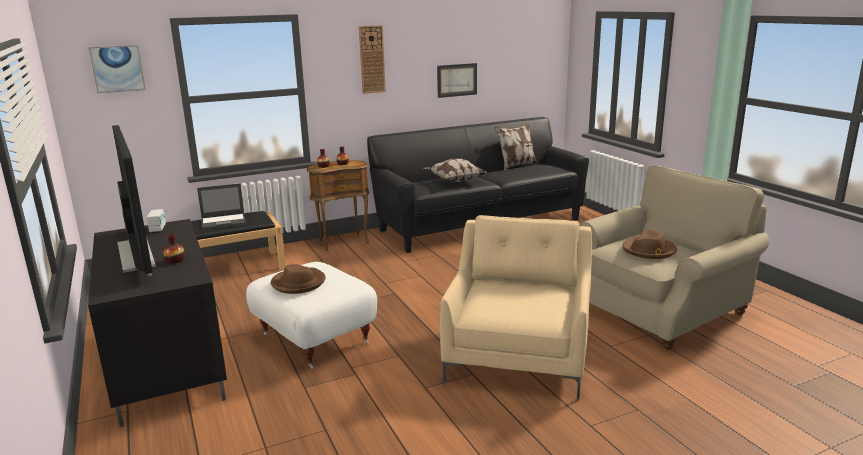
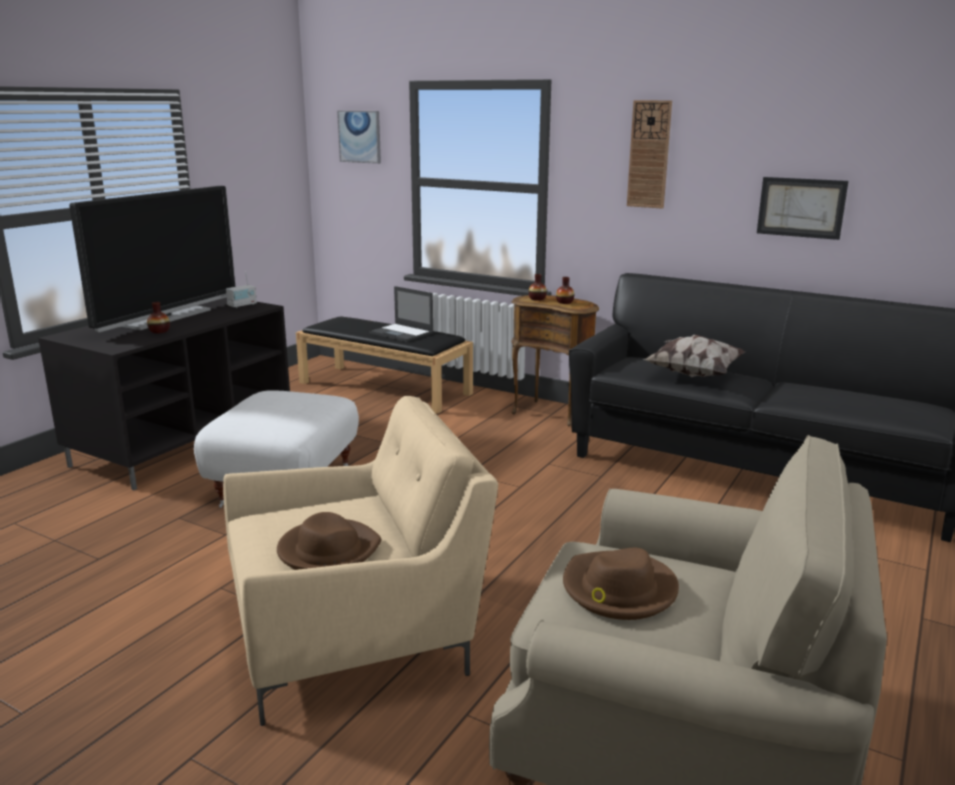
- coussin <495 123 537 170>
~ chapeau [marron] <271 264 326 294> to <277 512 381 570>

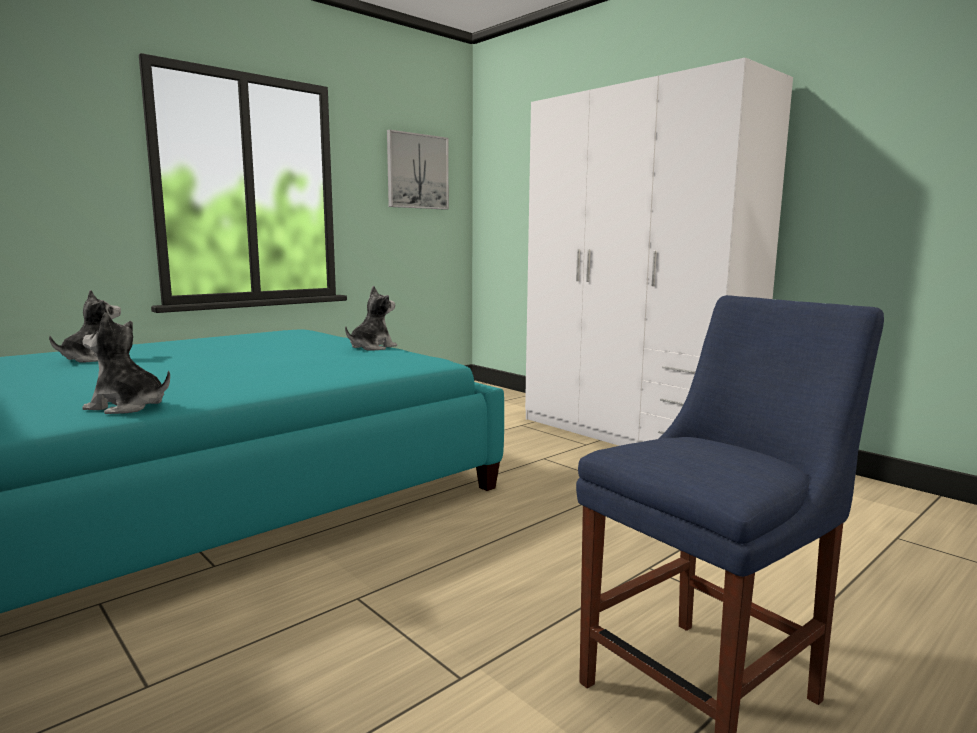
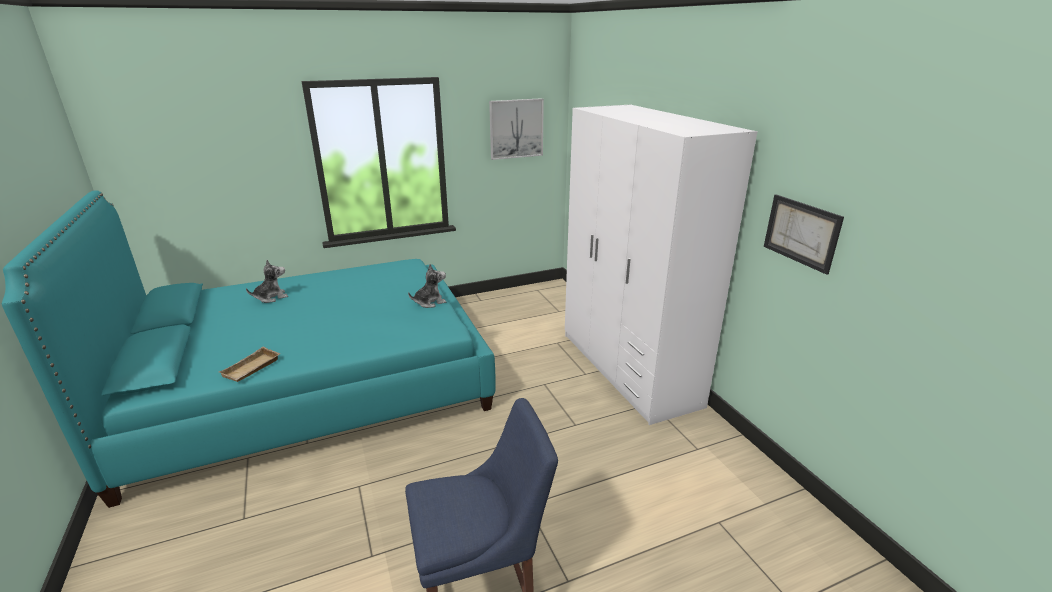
~ peluche <82 313 170 414> to plateau [beige] <219 347 281 382>
+ tableau <764 195 844 275>

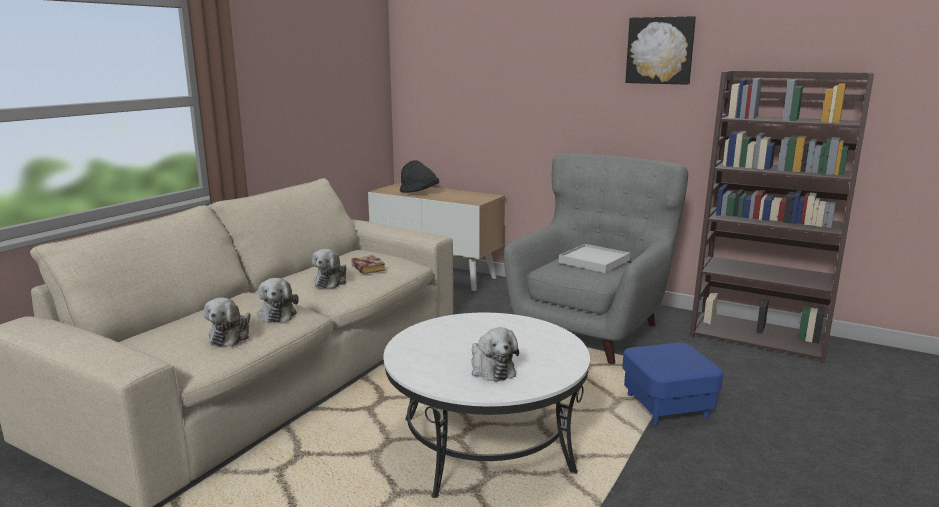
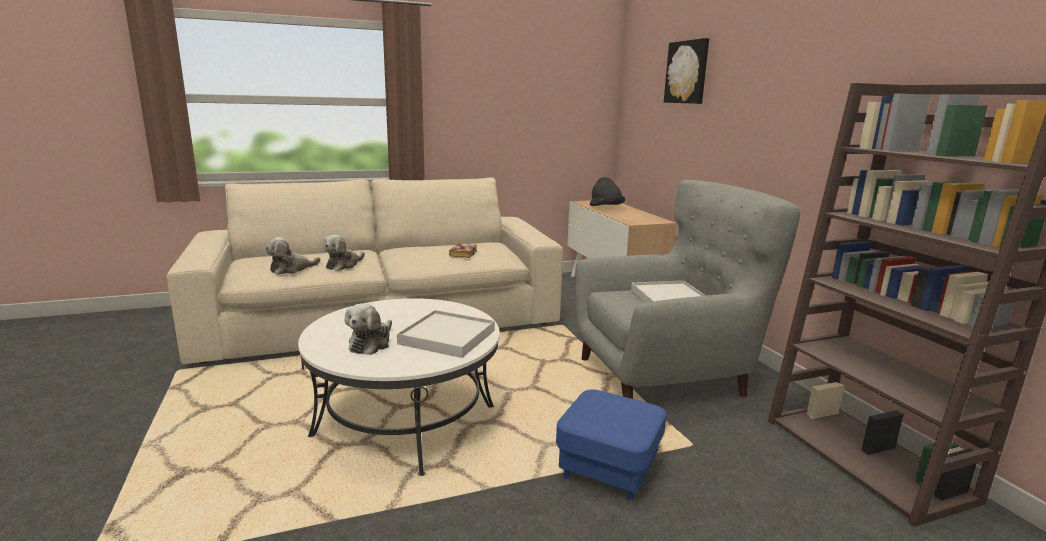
~ tableau <625 16 696 85> to <664 38 709 104>
- peluche <312 249 347 289>
+ plateau [blanc] <397 310 495 358>

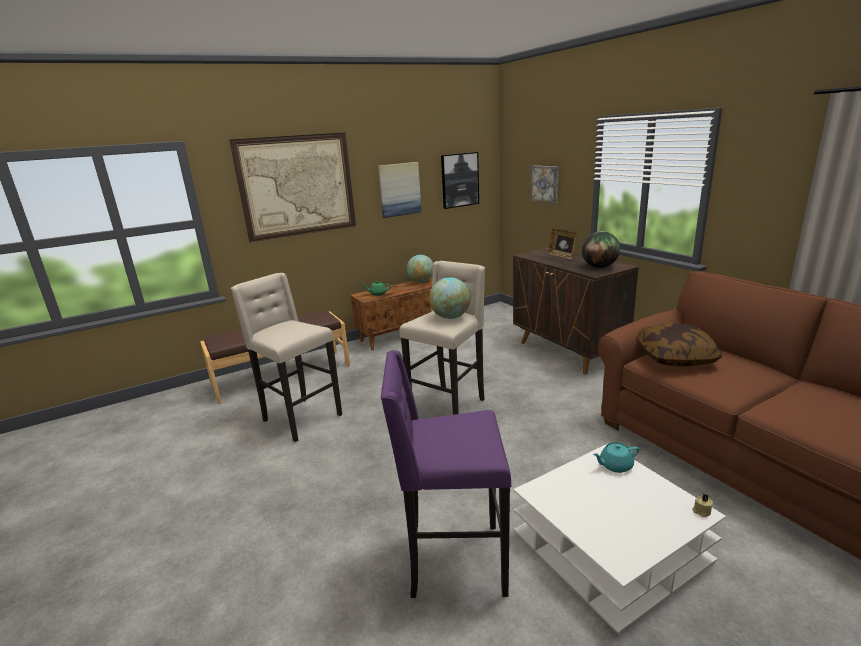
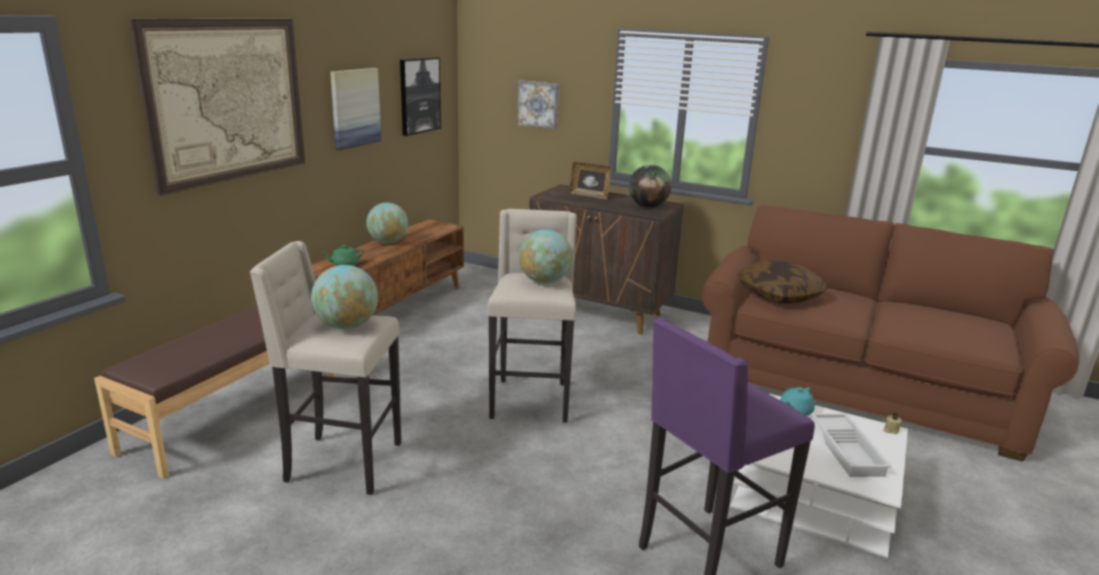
+ globe <311 265 378 329>
+ plateau [blanc] <811 413 892 477>

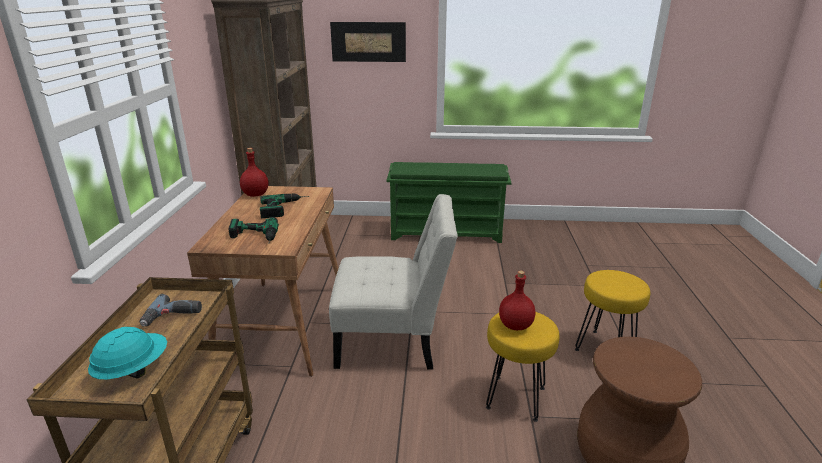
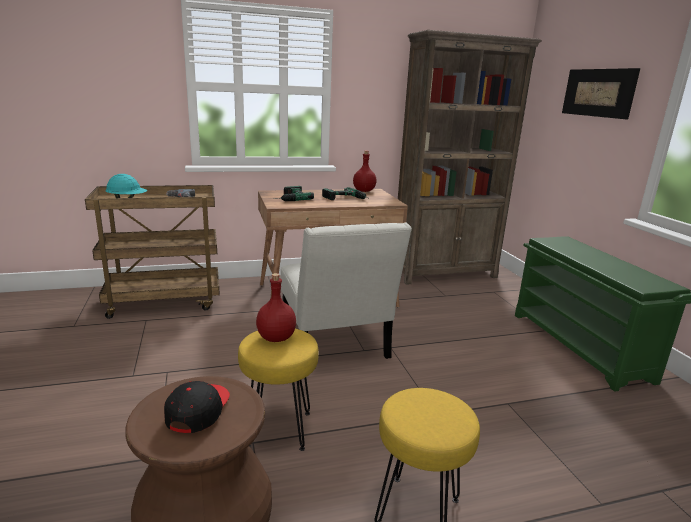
+ casquette [noir] <164 381 230 433>

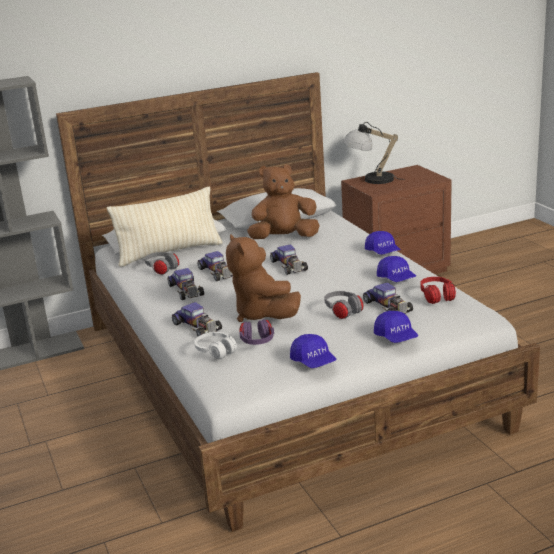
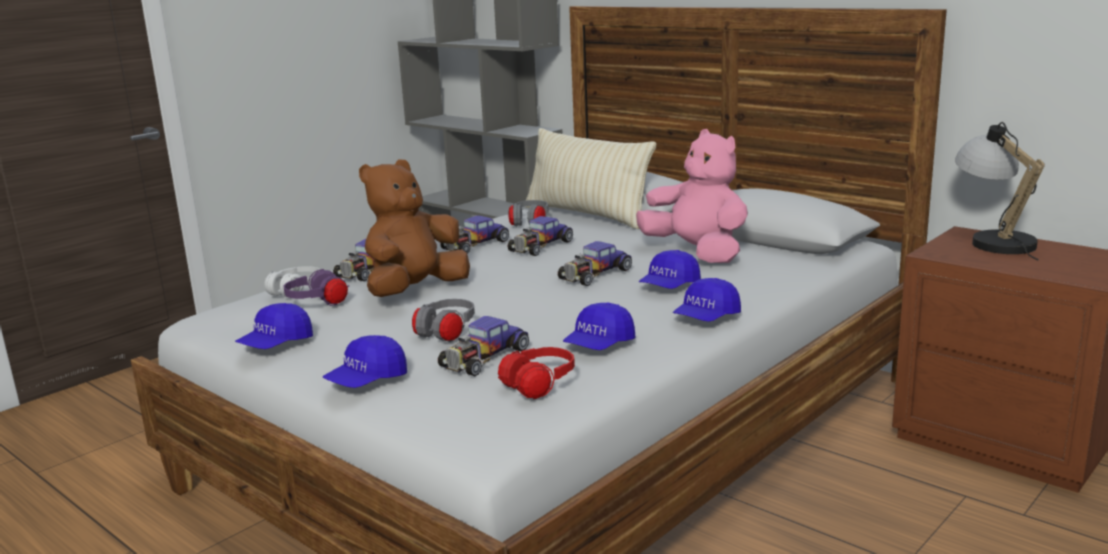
~ peluche [marron] <247 164 320 239> to peluche [rose] <636 129 748 263>
+ casquette [bleu] <639 250 701 289>

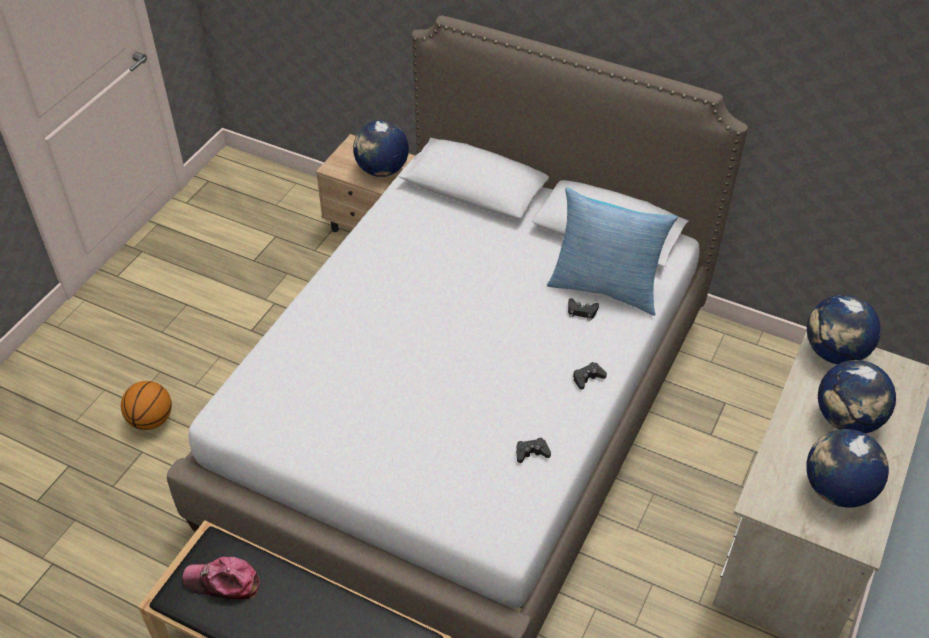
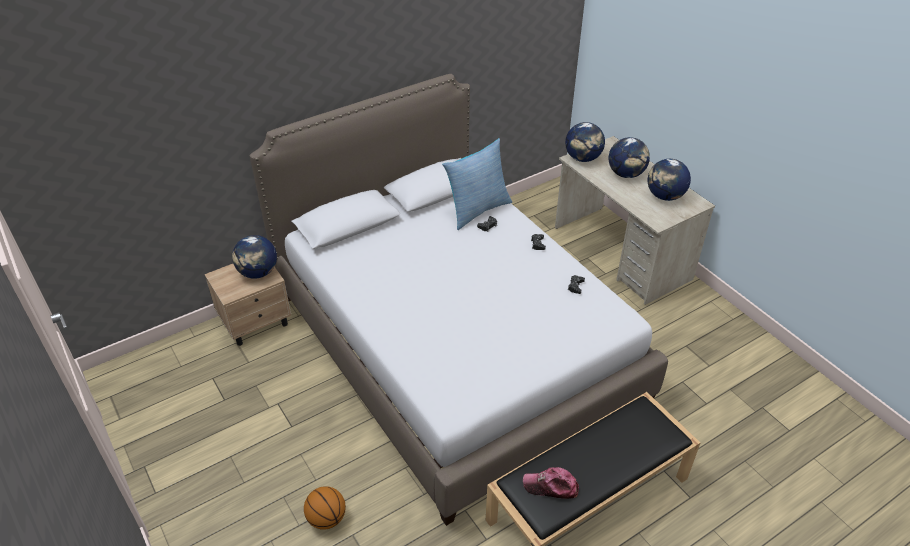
~ casquette <183 557 260 600> = <523 467 579 499> 60 degrees clockwise

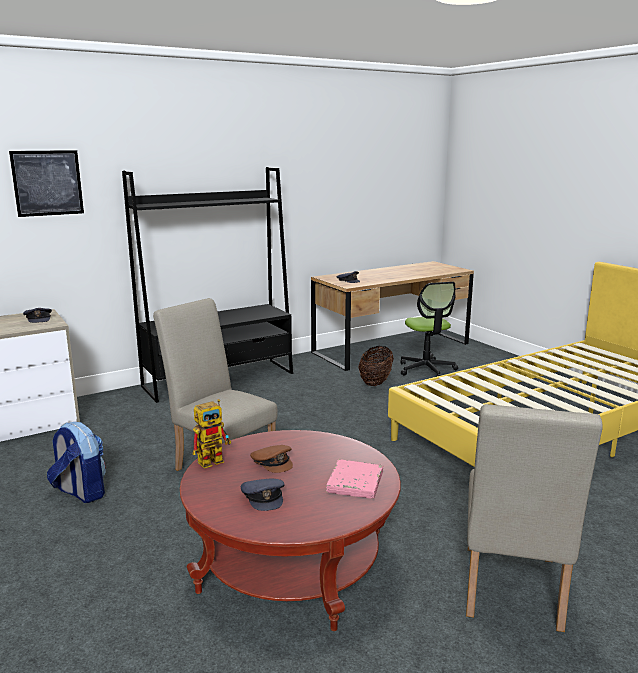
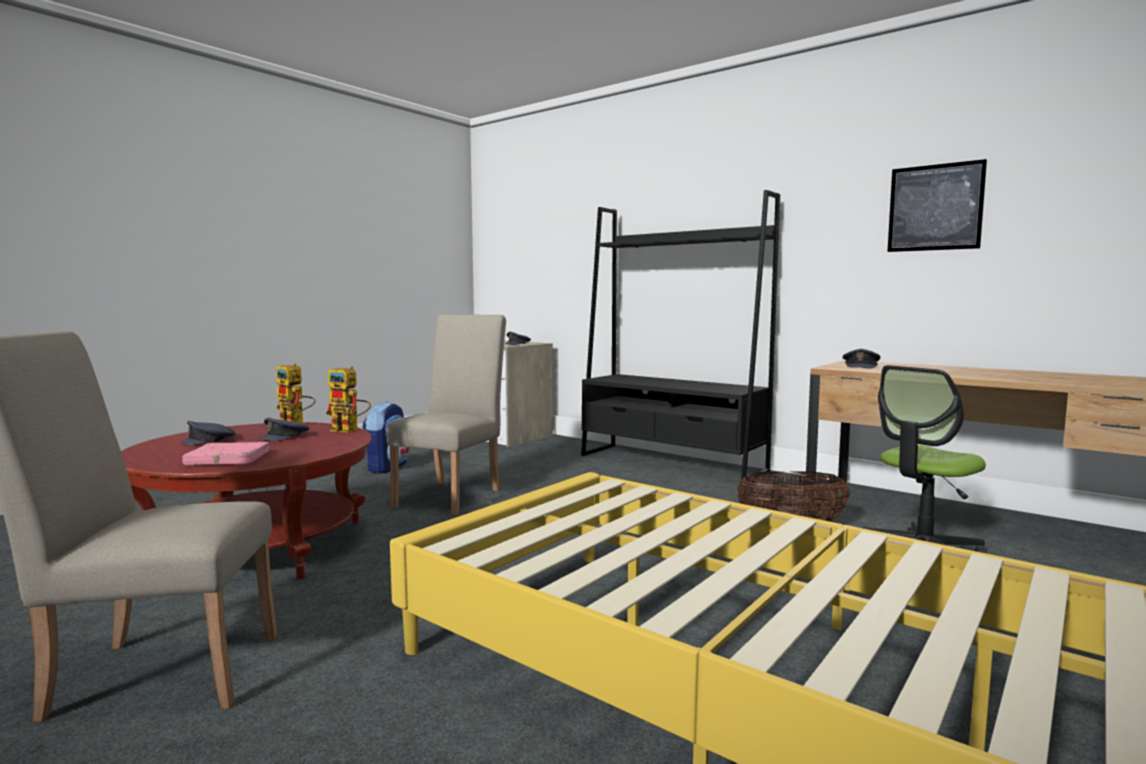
~ tableau <9 150 84 217> to <888 159 987 252>
~ casquette [marron] <250 445 293 473> to casquette [gris] <261 418 309 441>
+ robot jouet <325 366 371 433>

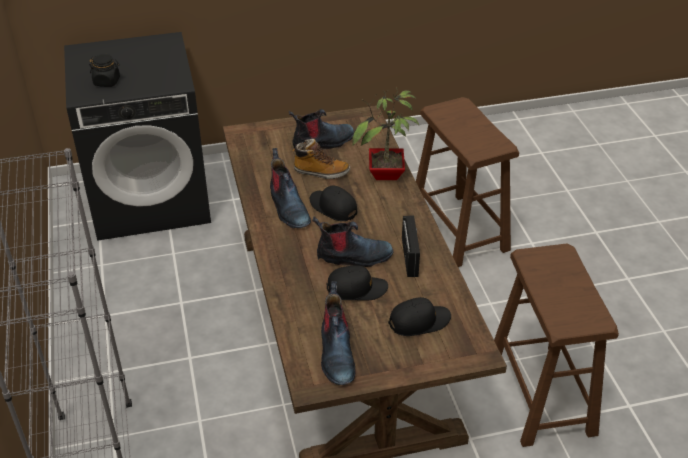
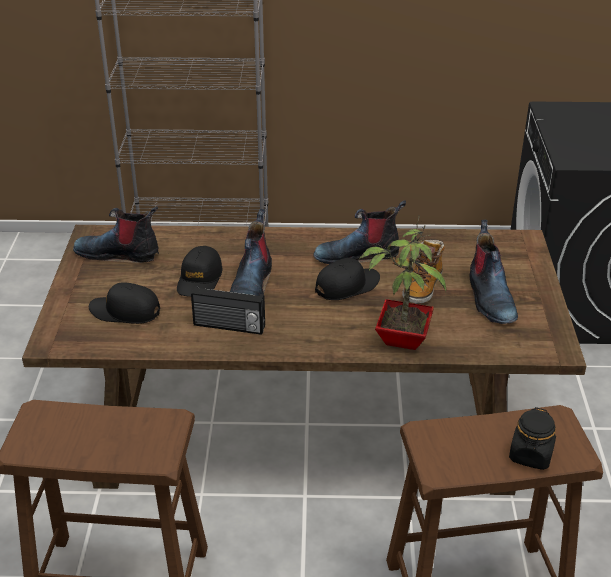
~ bocal [noir] <89 54 120 87> to <509 407 556 470>
~ casquette [noir] <388 297 451 336> = <89 282 160 324> 105 degrees clockwise

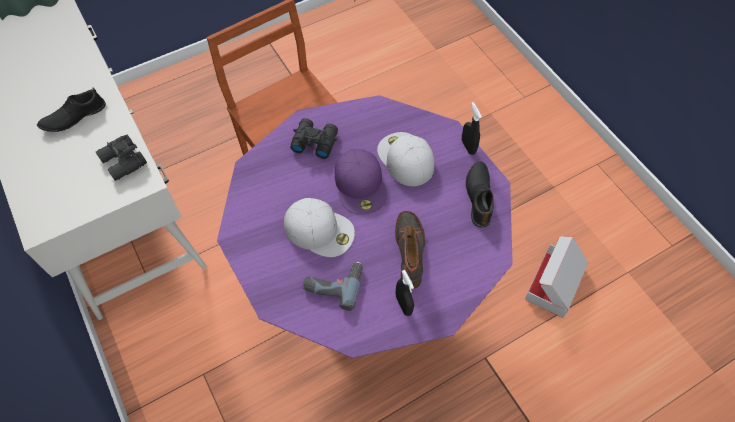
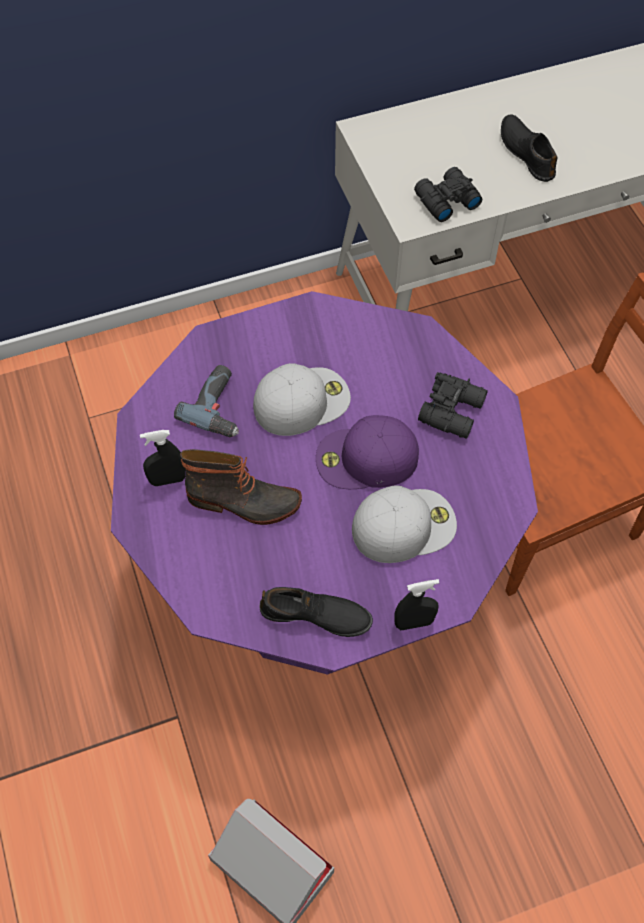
~ casquette [blanc] <284 198 355 257> = <253 363 351 436> 150 degrees counterclockwise

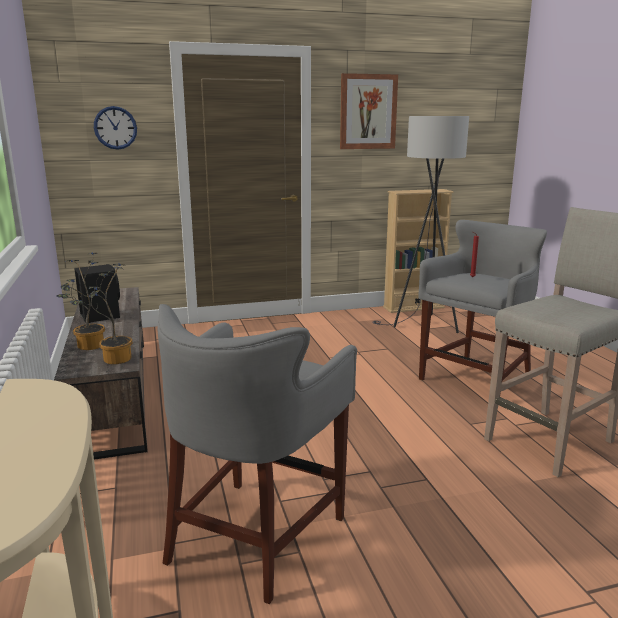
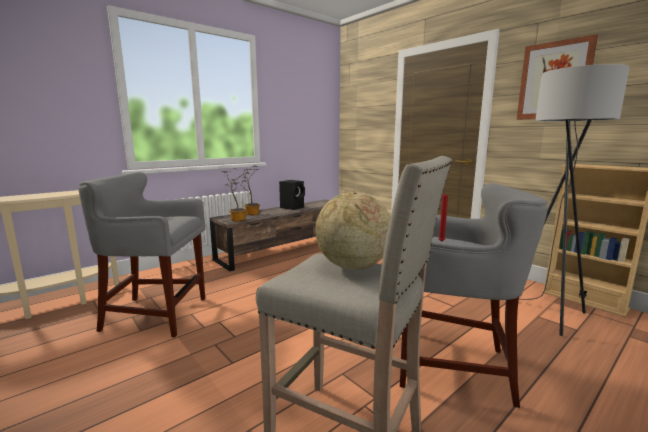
- horloge murale <94 106 137 150>
+ globe <315 192 390 270>

